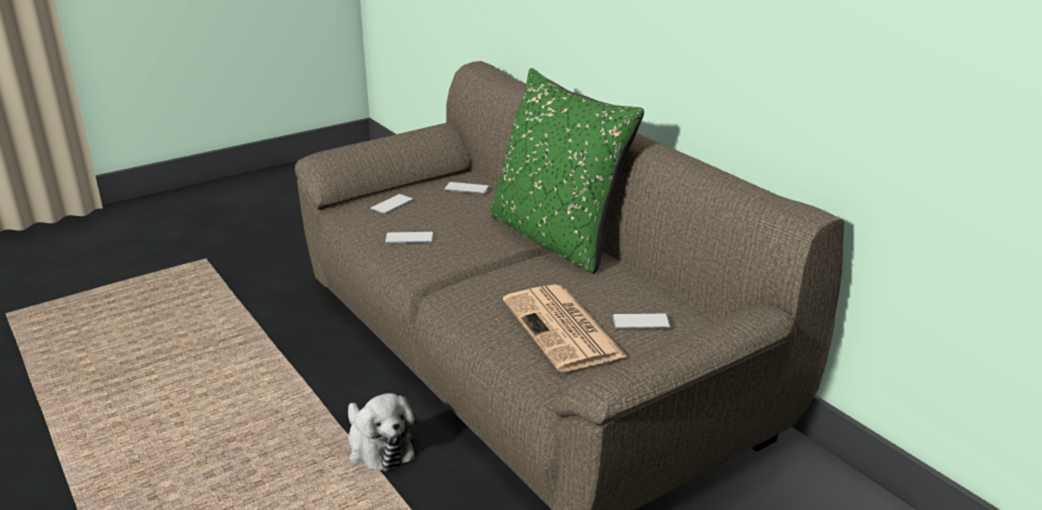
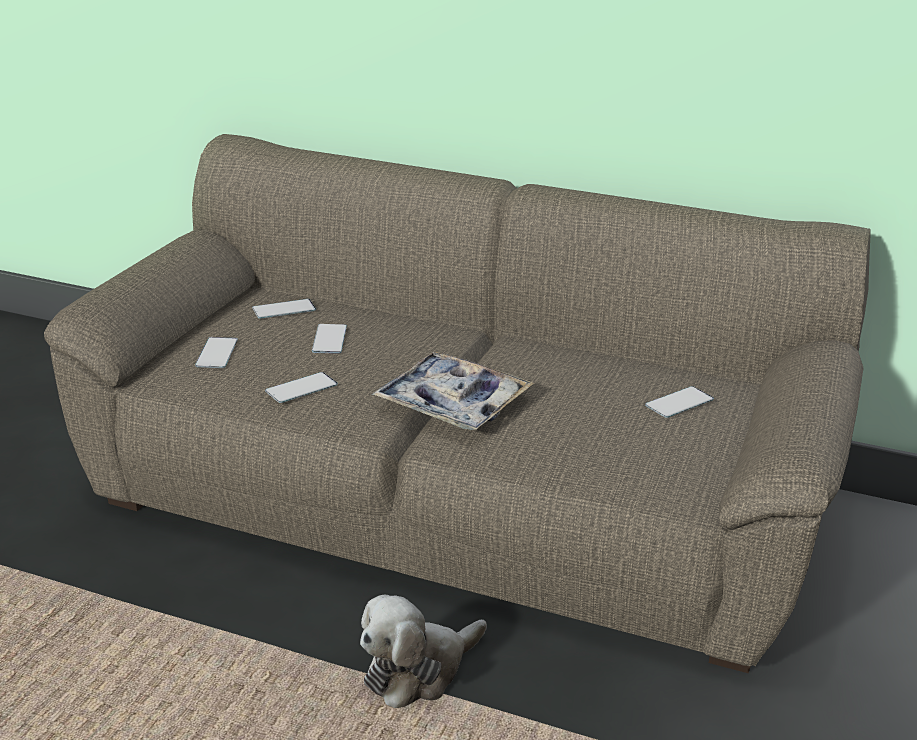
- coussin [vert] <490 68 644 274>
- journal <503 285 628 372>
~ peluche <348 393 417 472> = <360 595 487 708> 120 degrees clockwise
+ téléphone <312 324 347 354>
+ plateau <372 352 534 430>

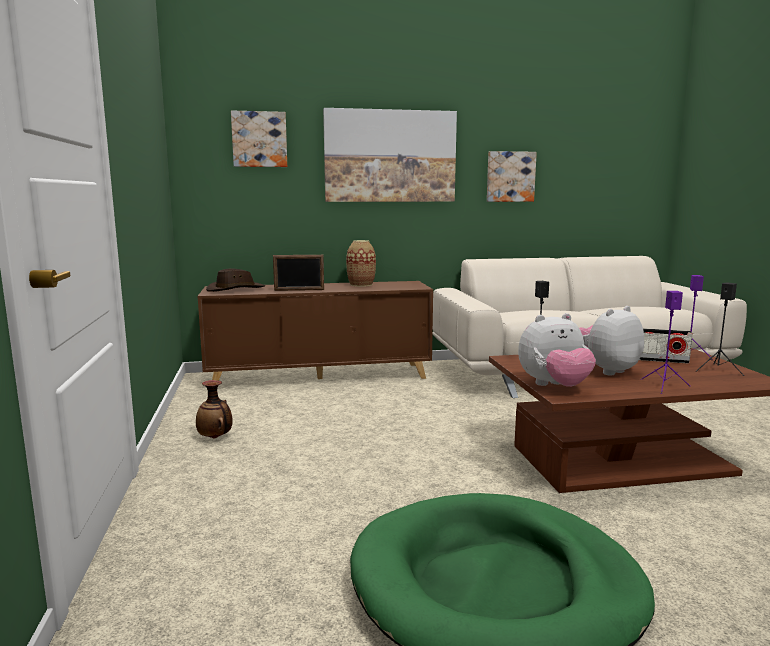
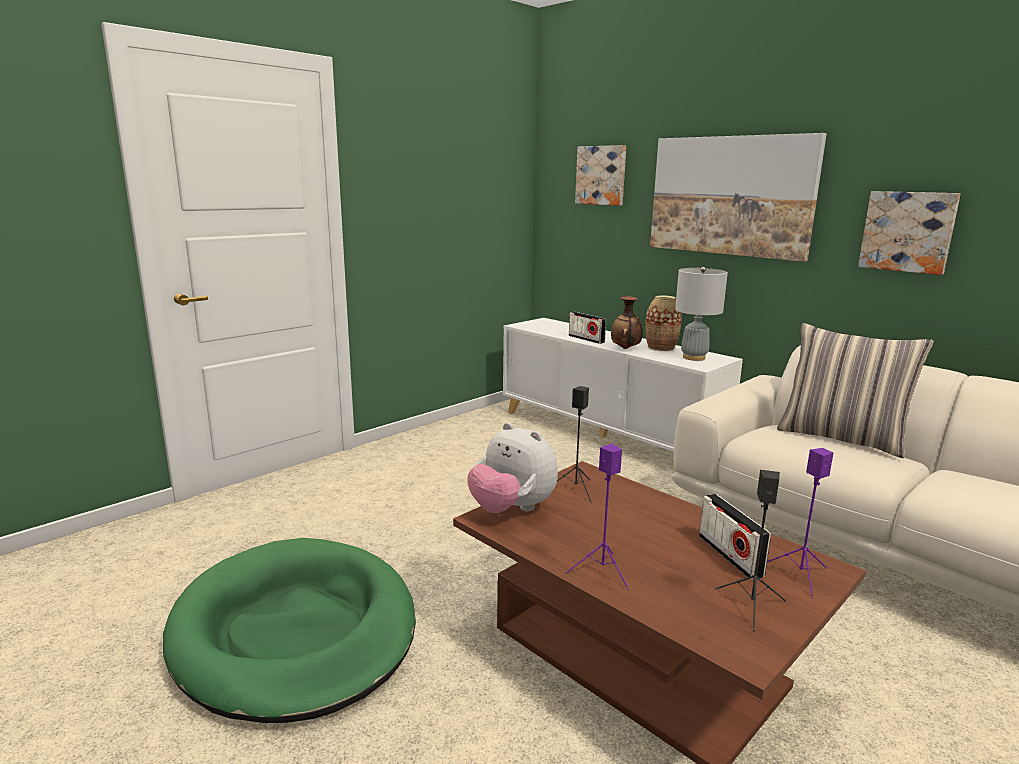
~ cadre photo <273 255 324 291> to radio <569 312 606 344>
- chapeau [marron] <206 269 265 292>
~ meuble de rangement [marron] <198 281 433 381> to meuble de rangement [blanc] <503 318 743 452>
- peluche <579 306 644 376>
~ vase <196 380 233 439> to <611 296 643 349>
+ lampe de table [gris] <675 267 728 361>
+ coussin <777 323 934 458>

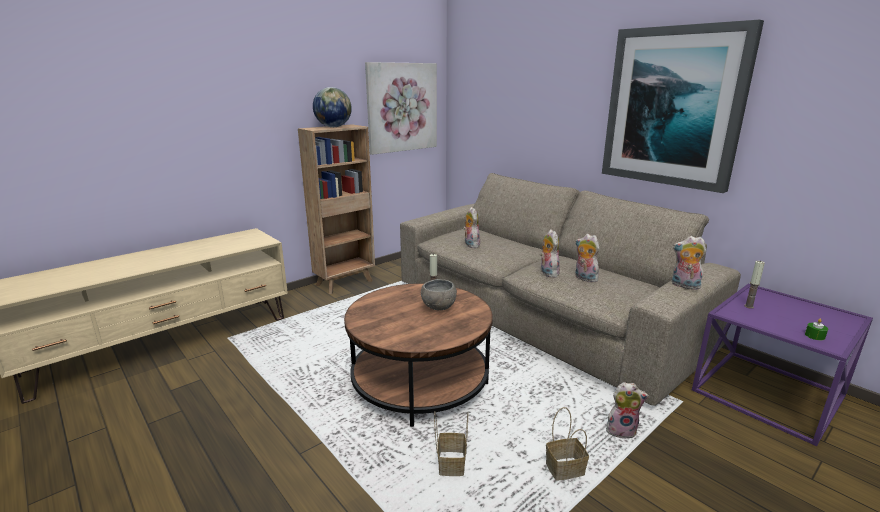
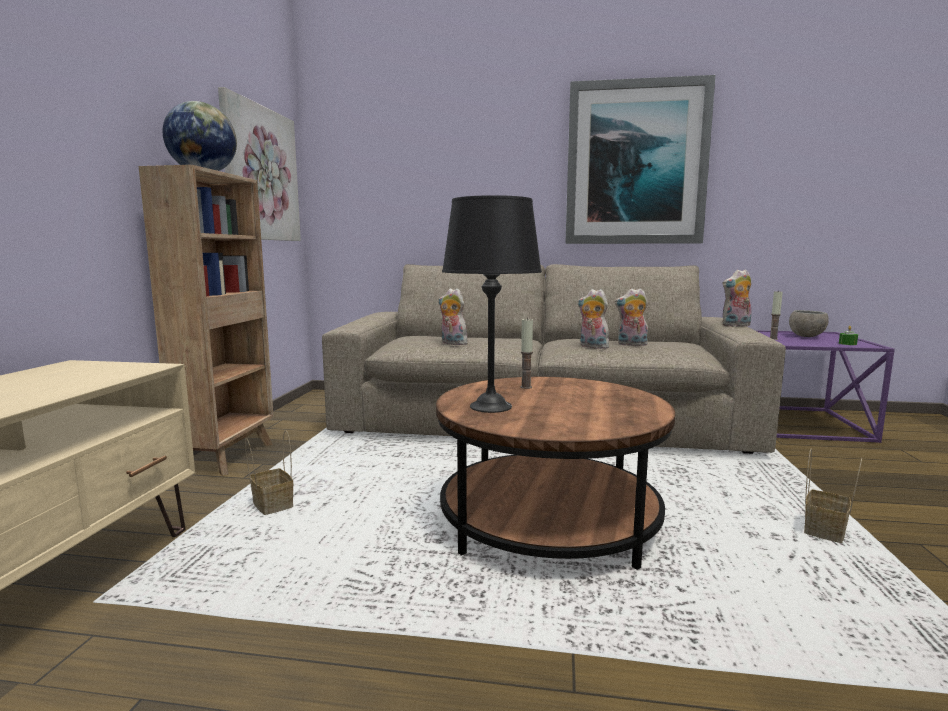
~ bol [gris] <421 279 457 310> to <789 310 829 337>
- peluche <606 382 649 439>
~ panier <434 412 468 476> to <245 430 293 515>
+ lampe de table [noir] <442 195 542 413>

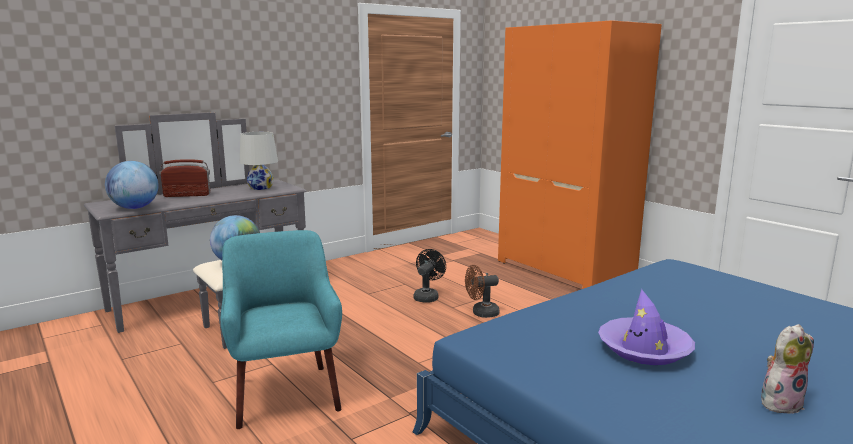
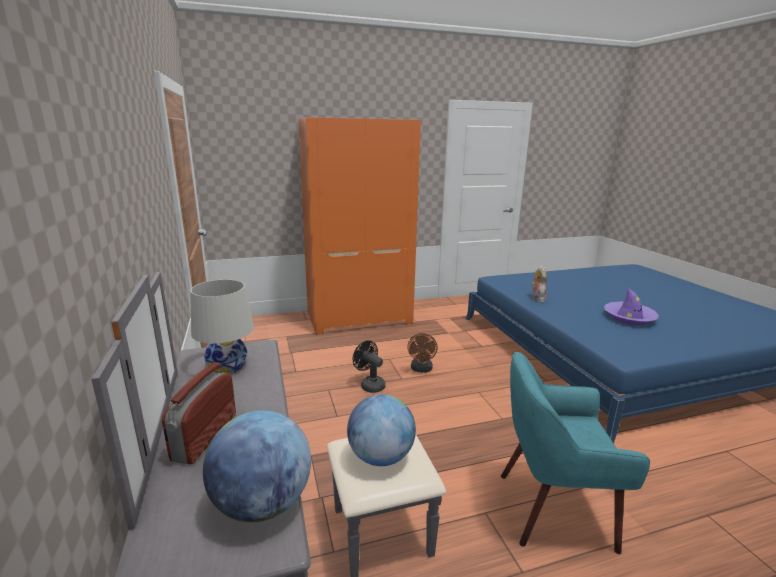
~ peluche <761 324 814 414> to <531 265 547 303>

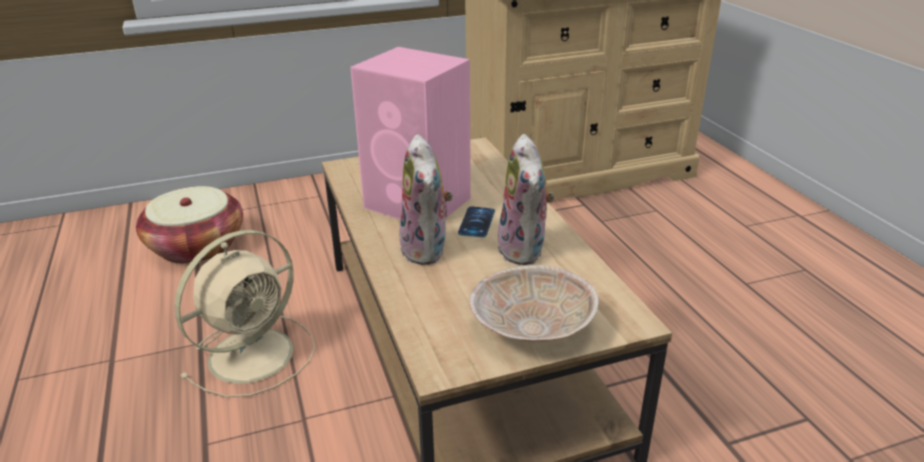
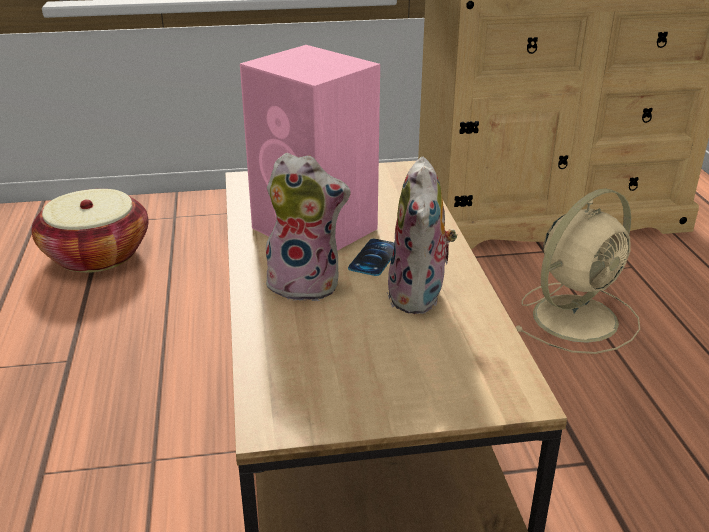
~ peluche <399 134 453 265> = <263 153 351 301> 75 degrees counterclockwise
~ ventilateur [beige] <174 230 315 398> to <516 188 640 354>
- bol [beige] <469 265 599 341>

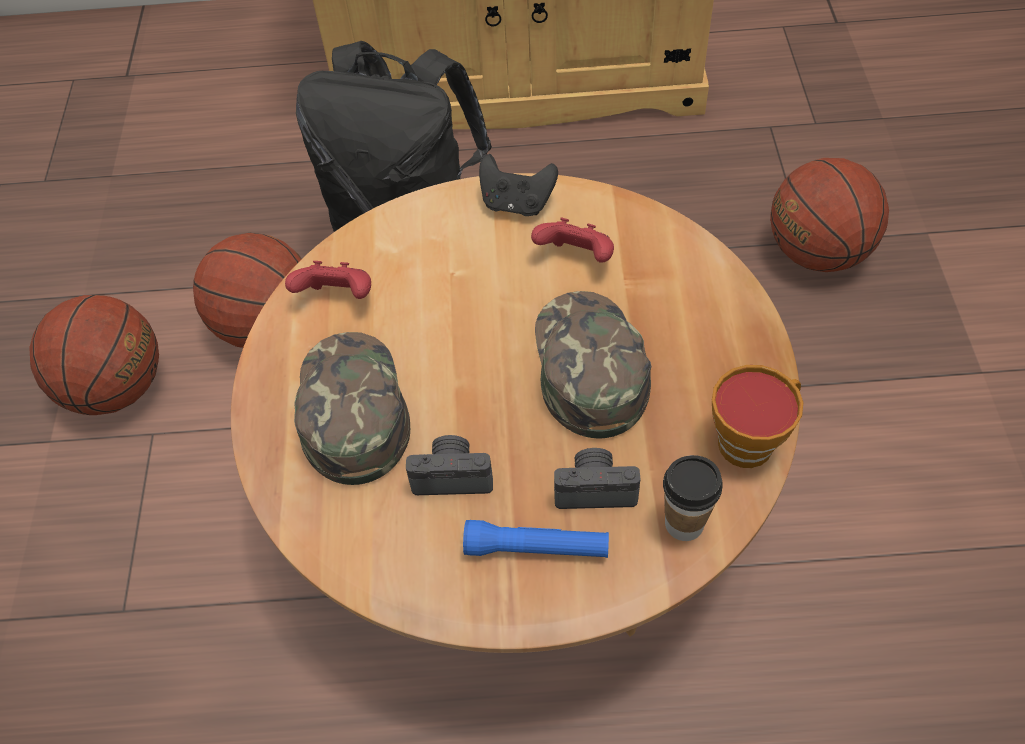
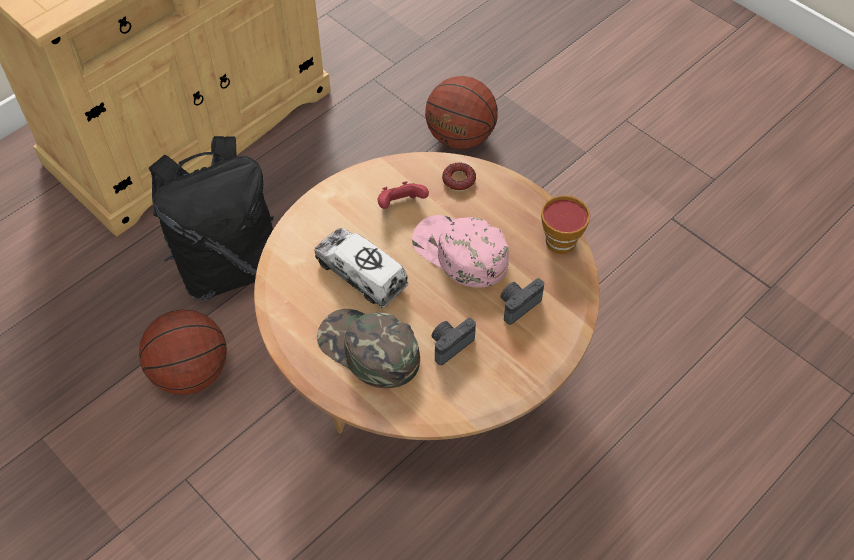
- manette [noir] <479 154 558 216>
- manette [rouge] <285 261 371 299>
~ casquette [vert] <535 291 651 438> to casquette [rose] <412 215 509 287>
- ballon de basket <29 295 159 415>
- tasse <663 455 723 541>
- lampe de poche [bleu] <463 520 609 558>
+ beignet <442 163 476 192>
+ camion jouet <314 228 408 308>

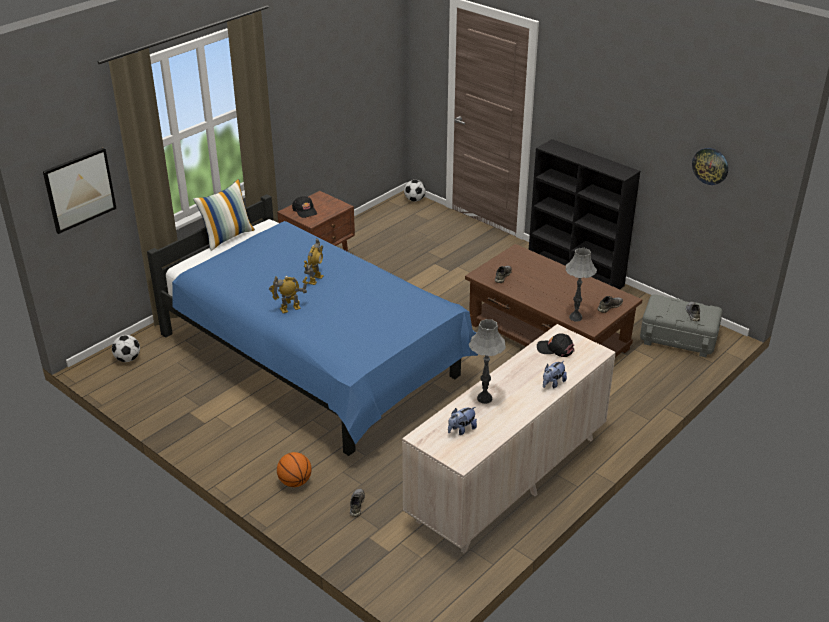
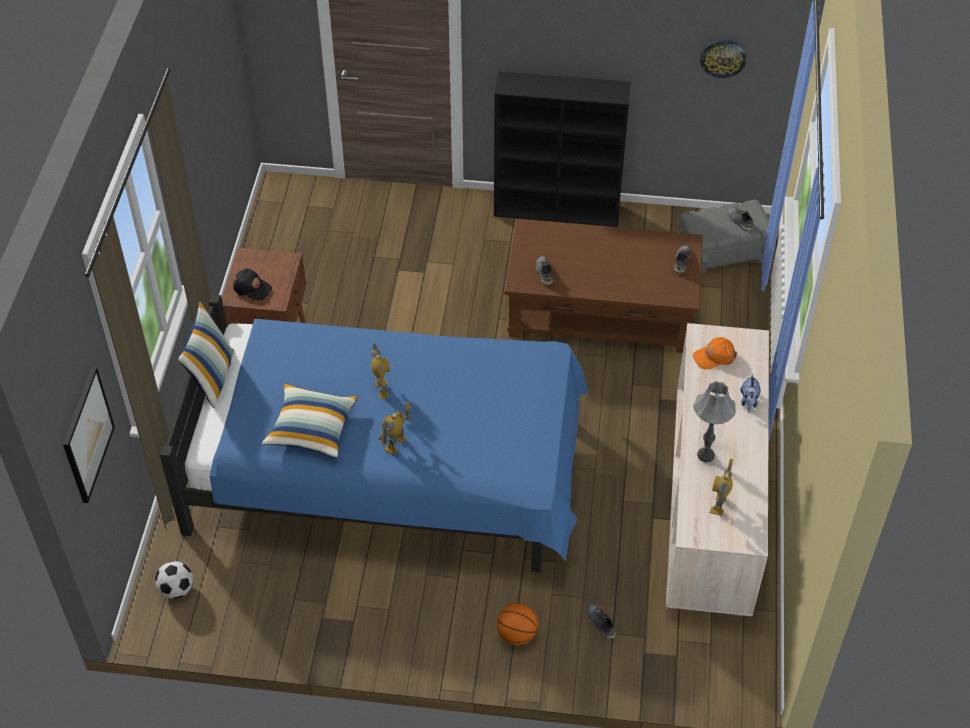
- ballon de foot <404 180 426 202>
- lampe de table [gris] <566 248 597 322>
~ casquette [noir] <537 333 575 357> to casquette [orange] <693 337 737 370>
~ peluche <448 407 477 435> to robot jouet <710 459 733 516>
+ coussin <262 383 358 458>

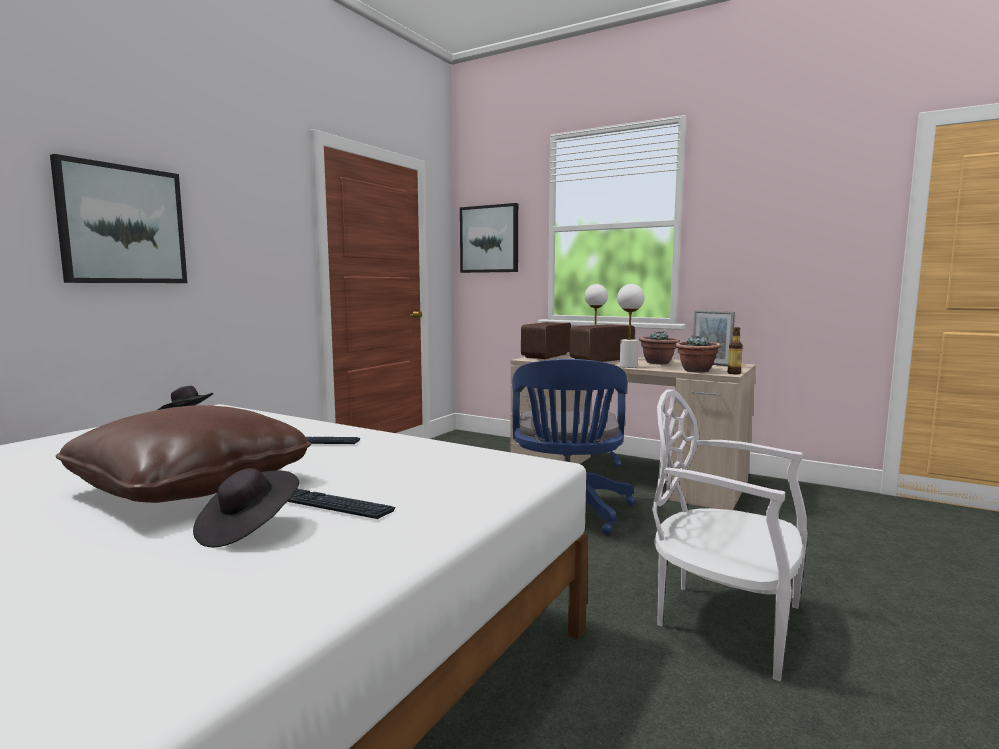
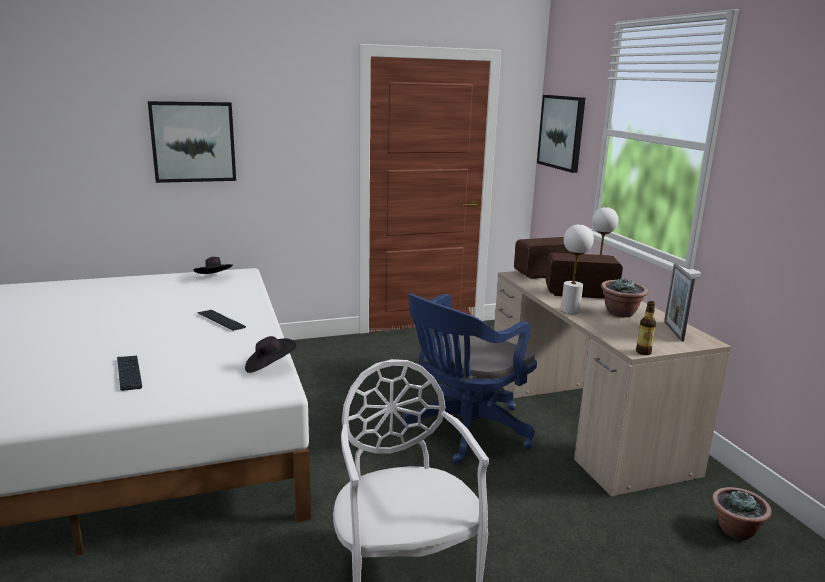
~ plante en pot <675 335 721 372> to <712 487 772 540>
- coussin [marron] <56 405 311 503>
~ chapeau [noir] <193 468 299 548> to <245 336 296 373>

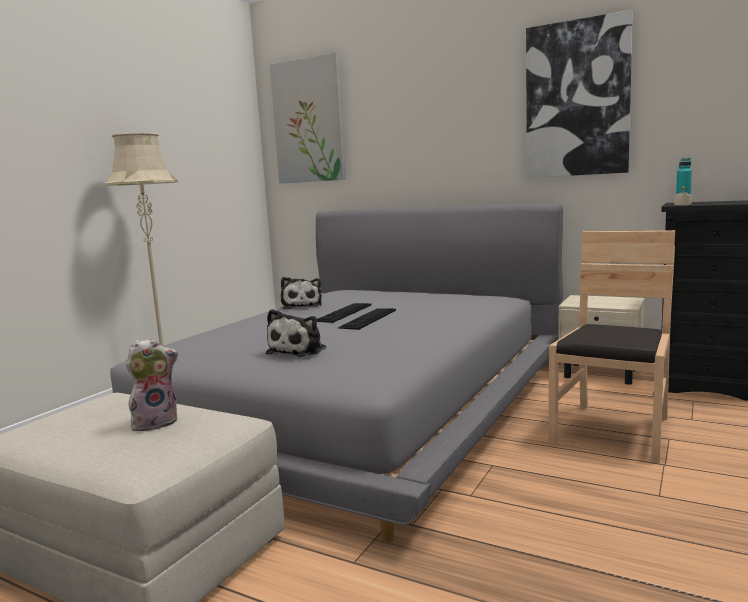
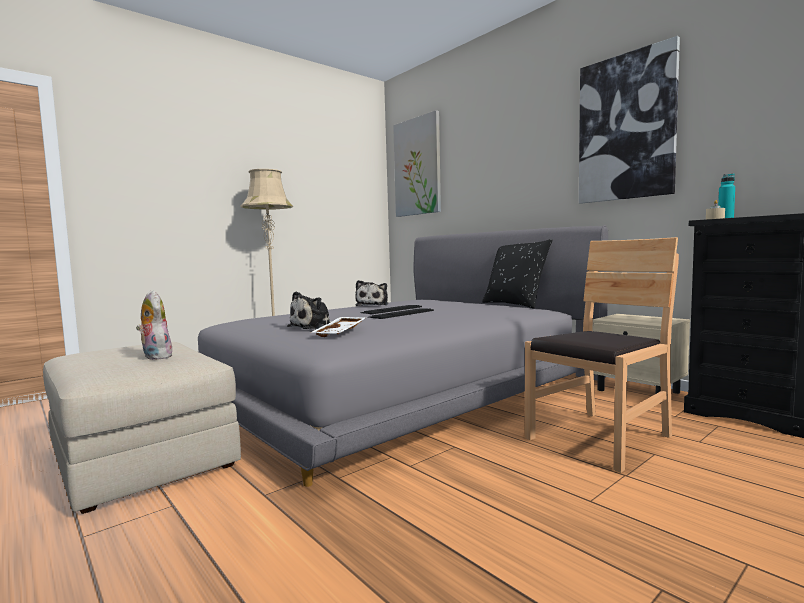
~ peluche <126 338 178 431> = <136 291 172 360> 120 degrees counterclockwise
+ coussin [noir] <482 239 553 309>
+ plateau [blanc] <312 317 367 337>

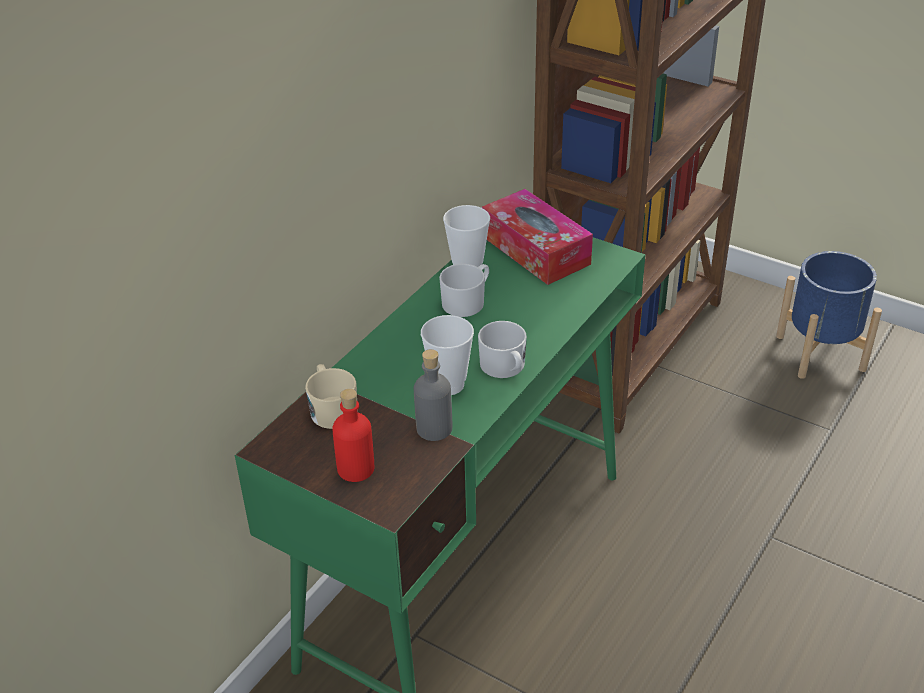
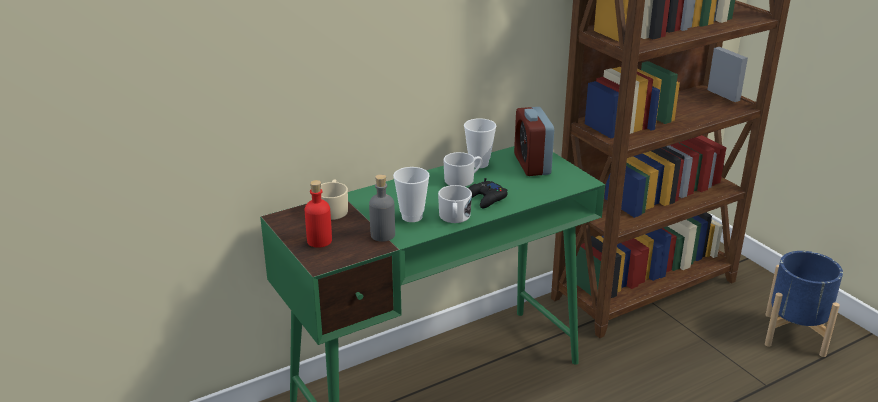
~ boîte à mouchoirs <482 189 593 285> to réveil <514 107 554 176>
+ manette [noir] <468 178 507 208>

